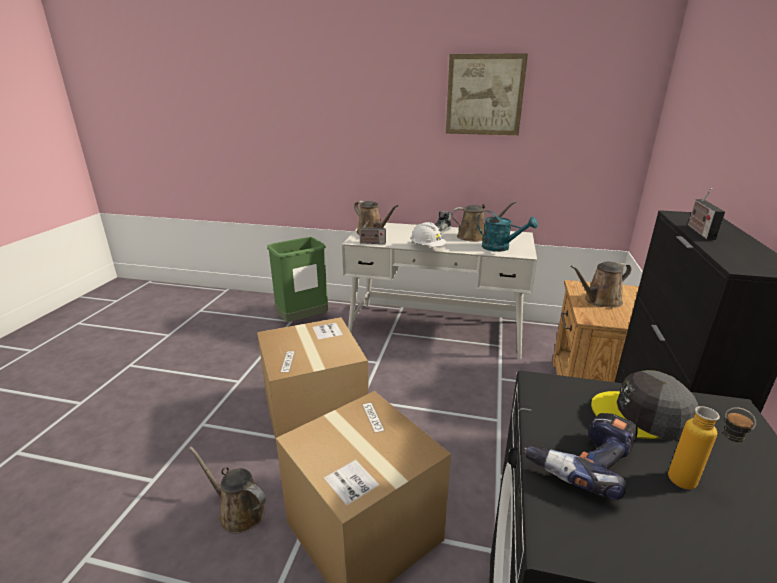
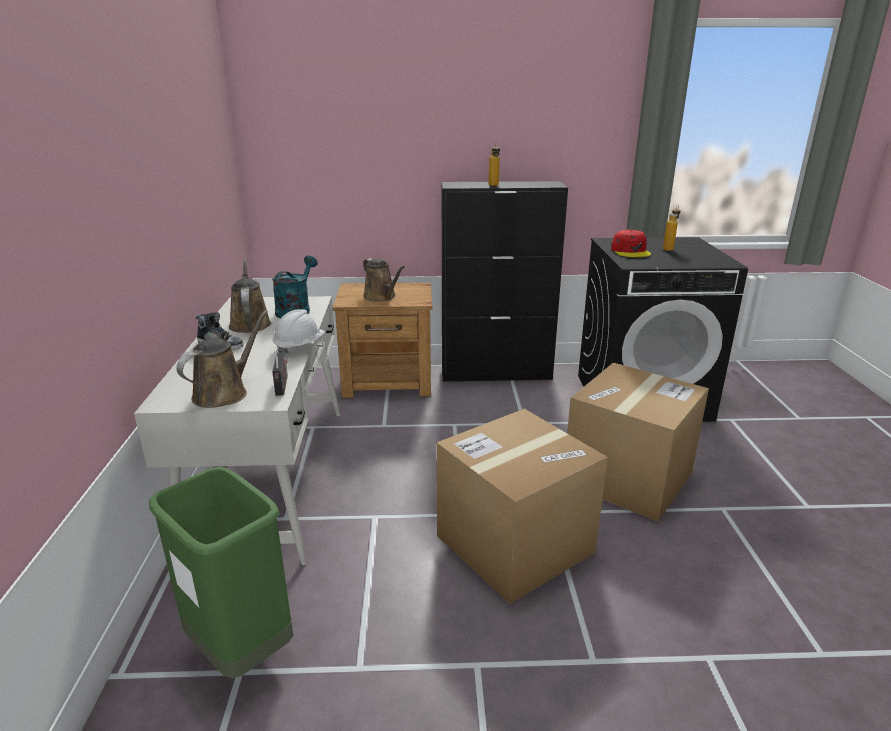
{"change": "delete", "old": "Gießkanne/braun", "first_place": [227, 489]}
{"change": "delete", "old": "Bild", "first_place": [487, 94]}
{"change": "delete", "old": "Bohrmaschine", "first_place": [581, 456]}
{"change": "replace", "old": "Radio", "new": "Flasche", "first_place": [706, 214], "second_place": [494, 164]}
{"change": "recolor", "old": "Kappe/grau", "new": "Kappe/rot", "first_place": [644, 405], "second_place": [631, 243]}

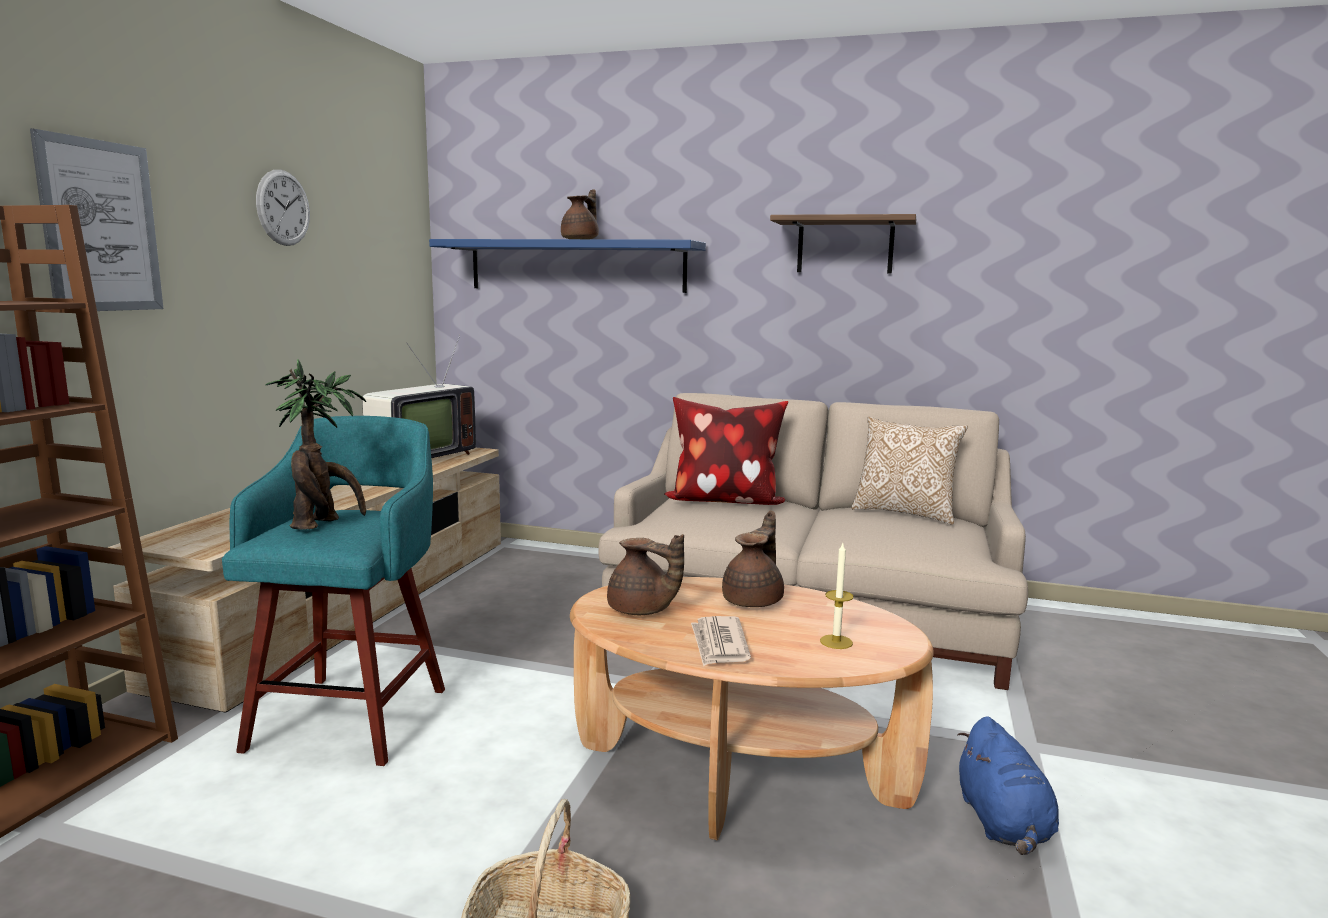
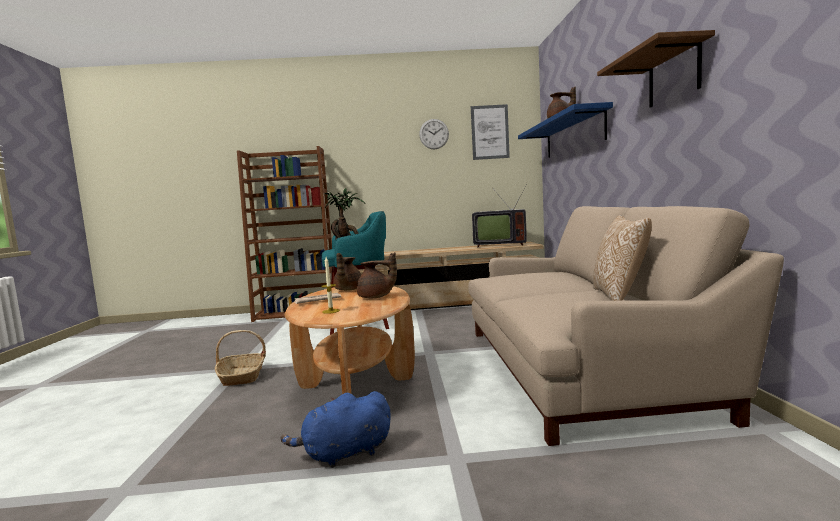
{"change": "delete", "old": "Kissen", "first_place": [726, 451]}
{"change": "move", "old": "Bild", "first_place": [96, 219], "second_place": [490, 132]}

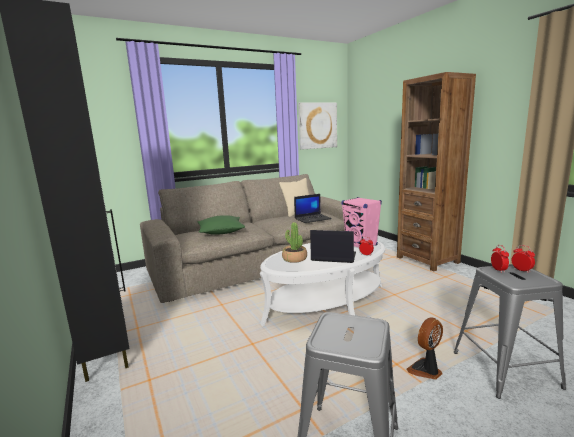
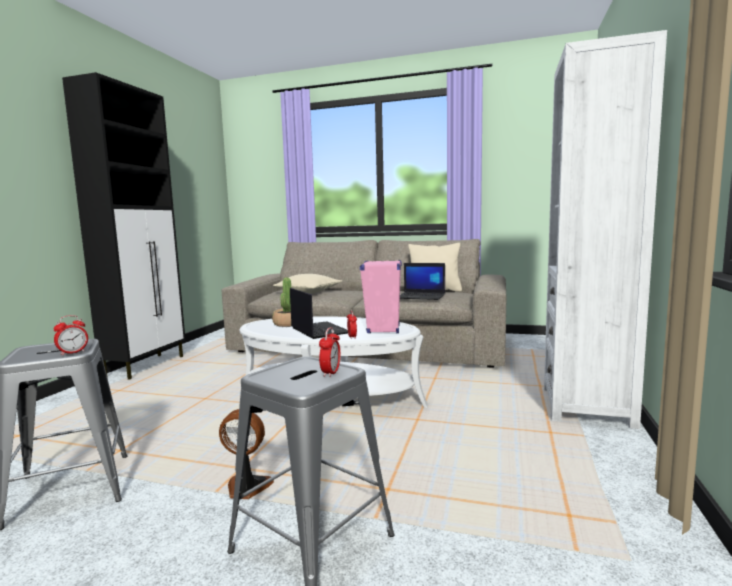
{"change": "delete", "old": "Bild", "first_place": [317, 126]}
{"change": "move", "old": "Wecker", "first_place": [500, 259], "second_place": [70, 335]}
{"change": "recolor", "old": "Kissen/grün", "new": "Kissen/beige", "first_place": [221, 225], "second_place": [307, 284]}
{"change": "recolor", "old": "Bücherregal/braun", "new": "Bücherregal/weiß", "first_place": [436, 171], "second_place": [605, 229]}

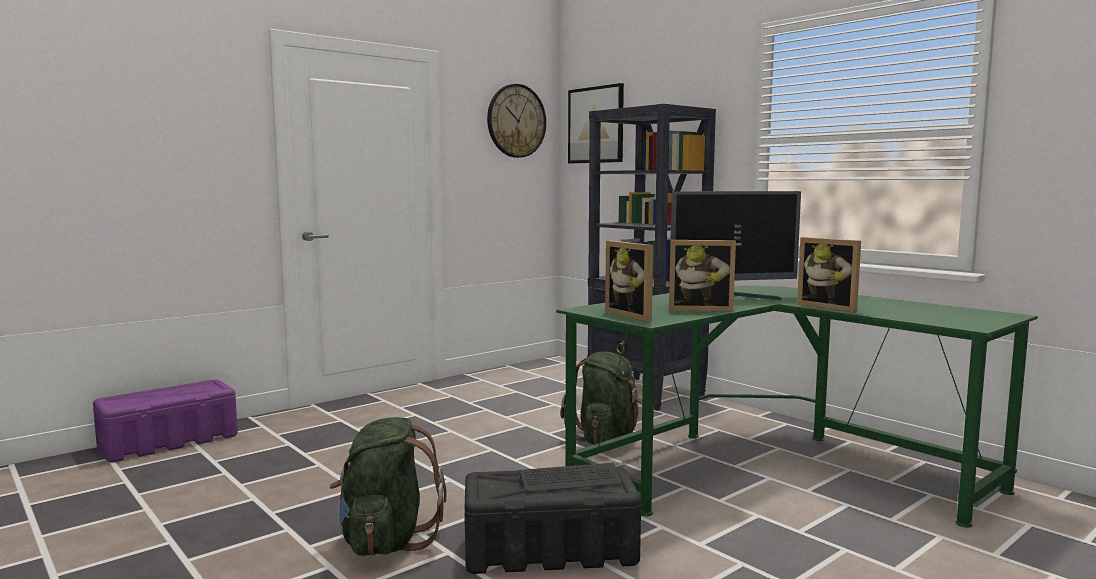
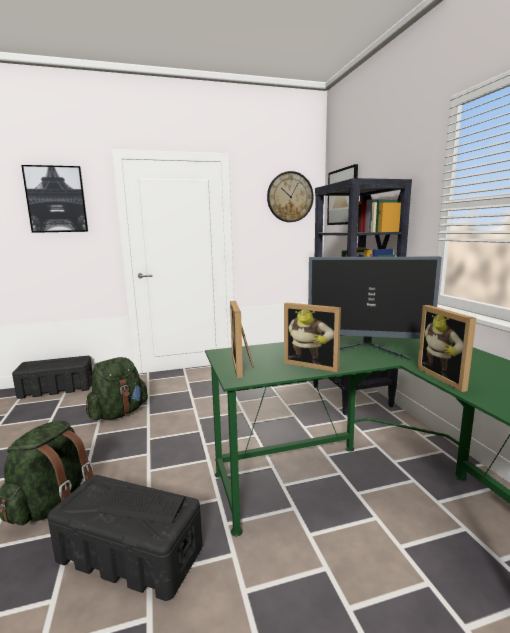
{"change": "insert", "new": "Bild", "second_place": [54, 199]}
{"change": "move", "old": "Rucksack/grün", "first_place": [601, 398], "second_place": [117, 388]}
{"change": "recolor", "old": "Aufbewahrungsbox/lila", "new": "Aufbewahrungsbox/schwarz", "first_place": [165, 420], "second_place": [52, 377]}

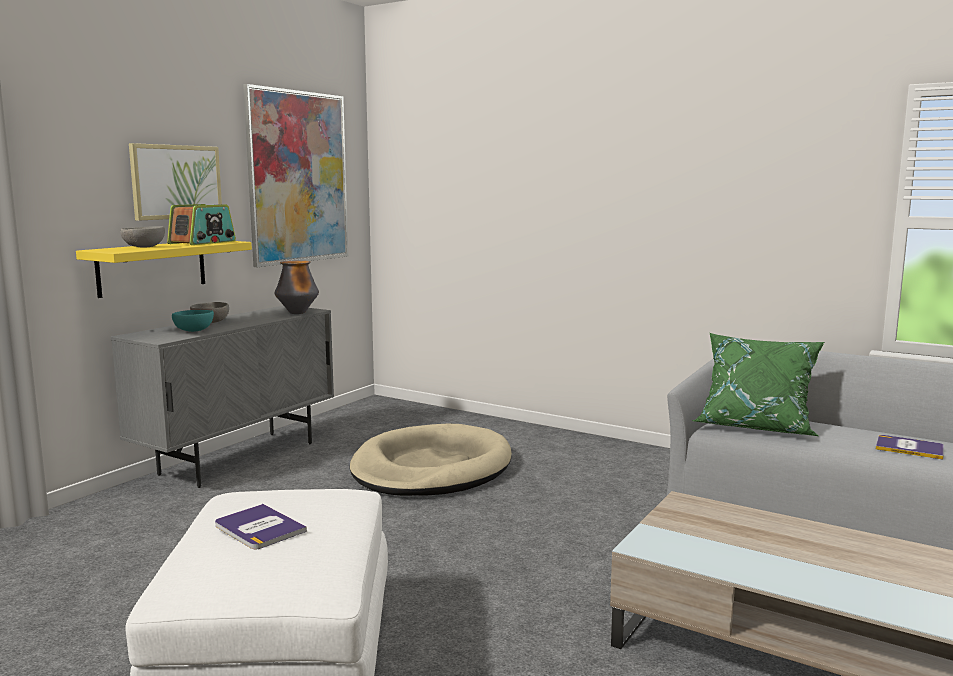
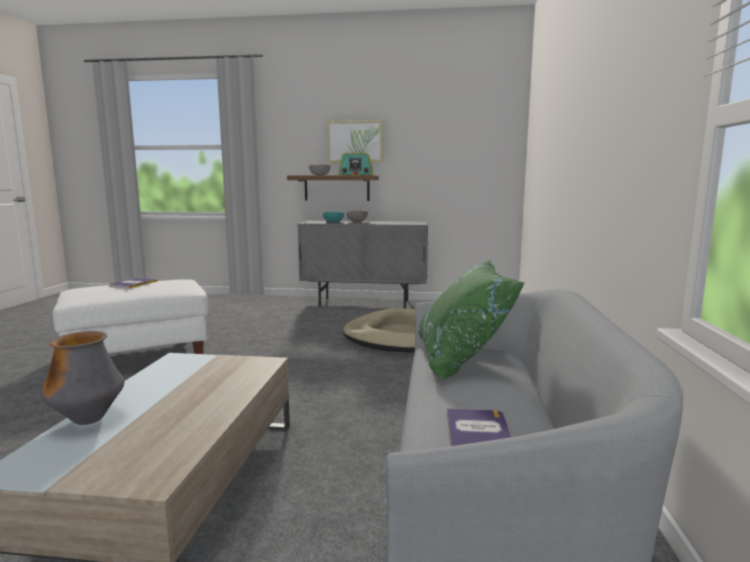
{"change": "delete", "old": "Bild", "first_place": [295, 175]}
{"change": "move", "old": "Vase", "first_place": [297, 287], "second_place": [83, 378]}
{"change": "recolor", "old": "Wandregal/gelb", "new": "Wandregal/braun", "first_place": [164, 269], "second_place": [333, 188]}

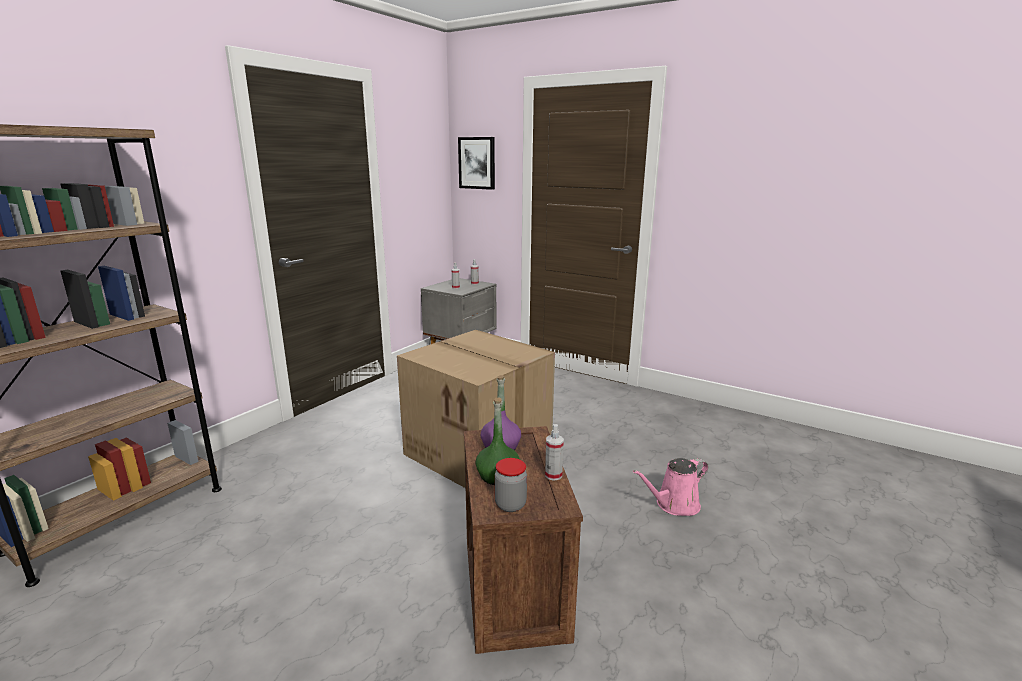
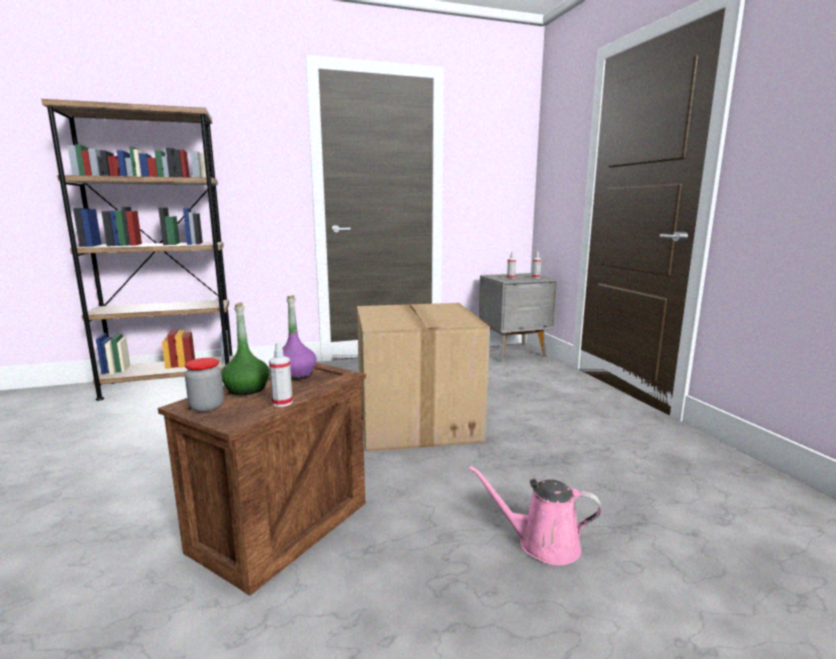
{"change": "delete", "old": "Bild", "first_place": [476, 163]}

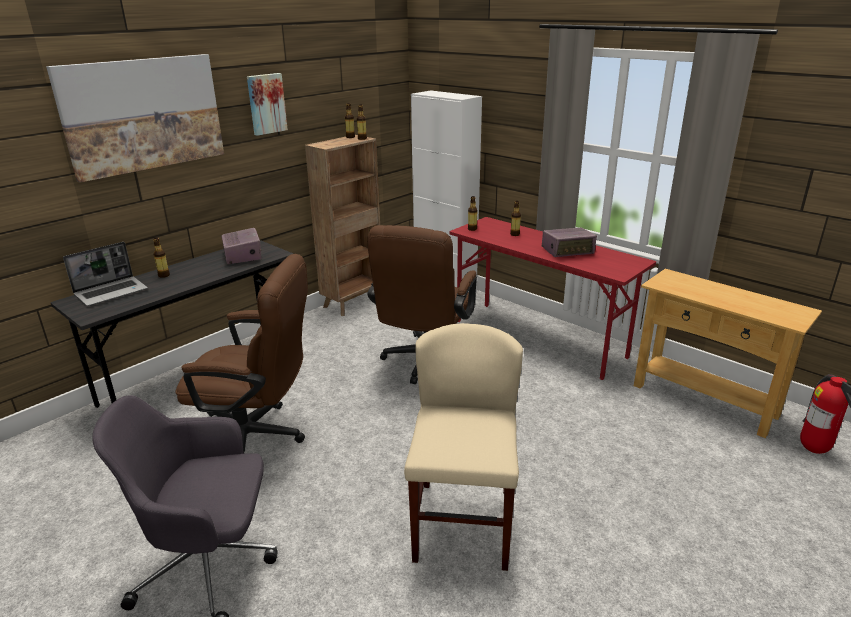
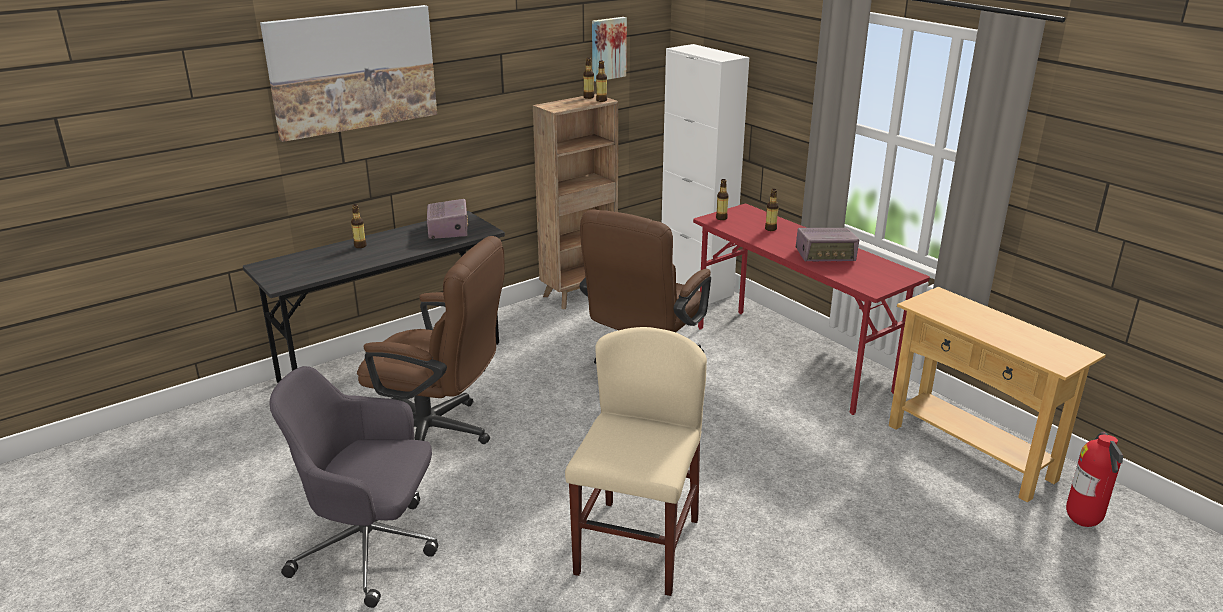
{"change": "delete", "old": "Laptop", "first_place": [105, 274]}
{"change": "move", "old": "Bild", "first_place": [267, 104], "second_place": [609, 49]}

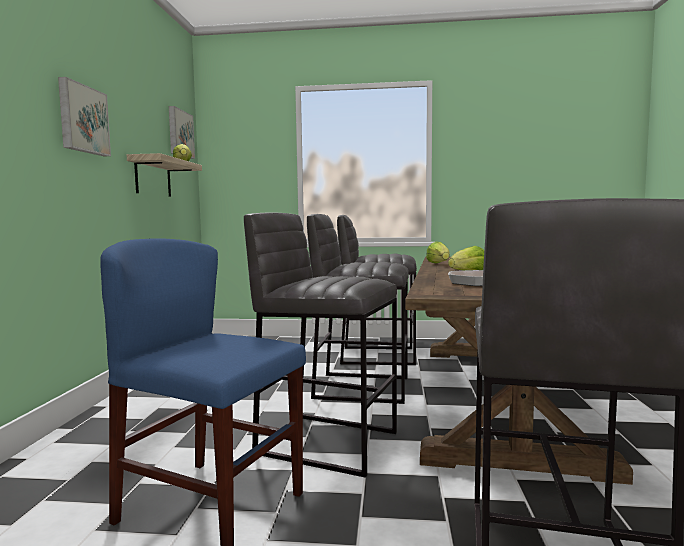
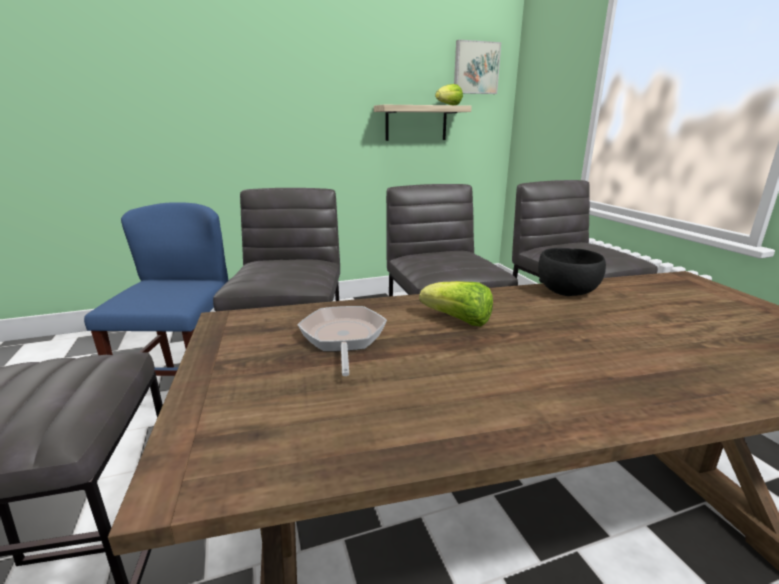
{"change": "delete", "old": "Bild", "first_place": [84, 116]}
{"change": "replace", "old": "Salatkopf", "new": "Schüssel/schwarz", "first_place": [438, 252], "second_place": [572, 272]}

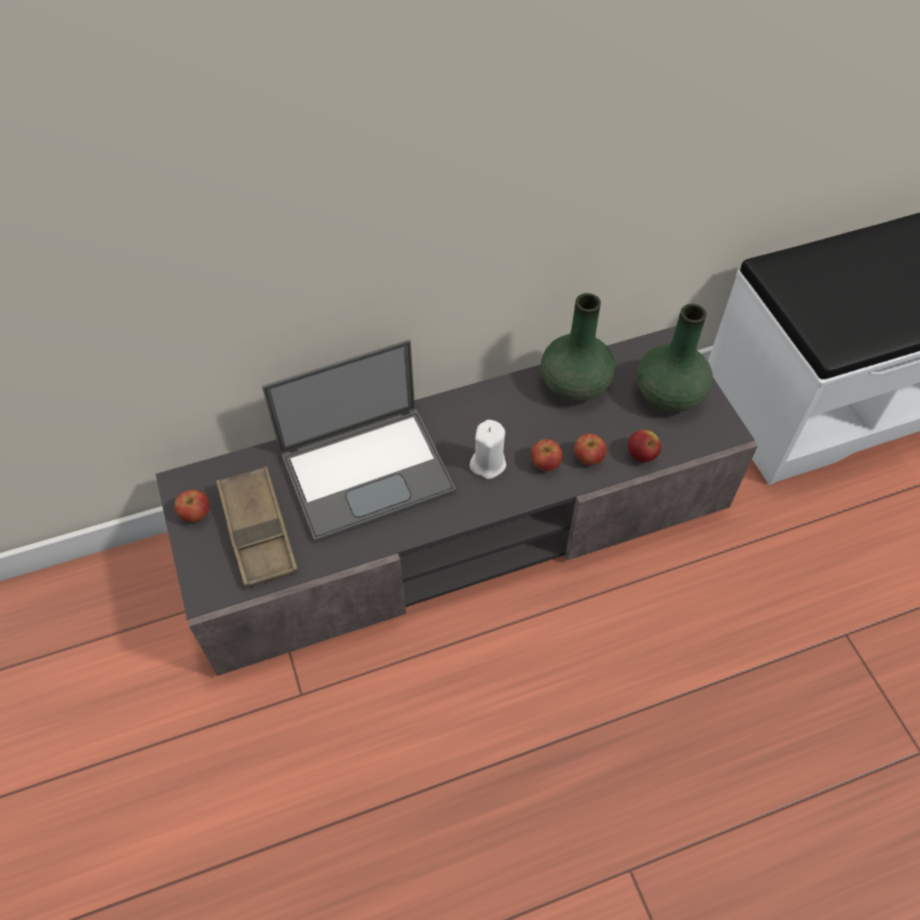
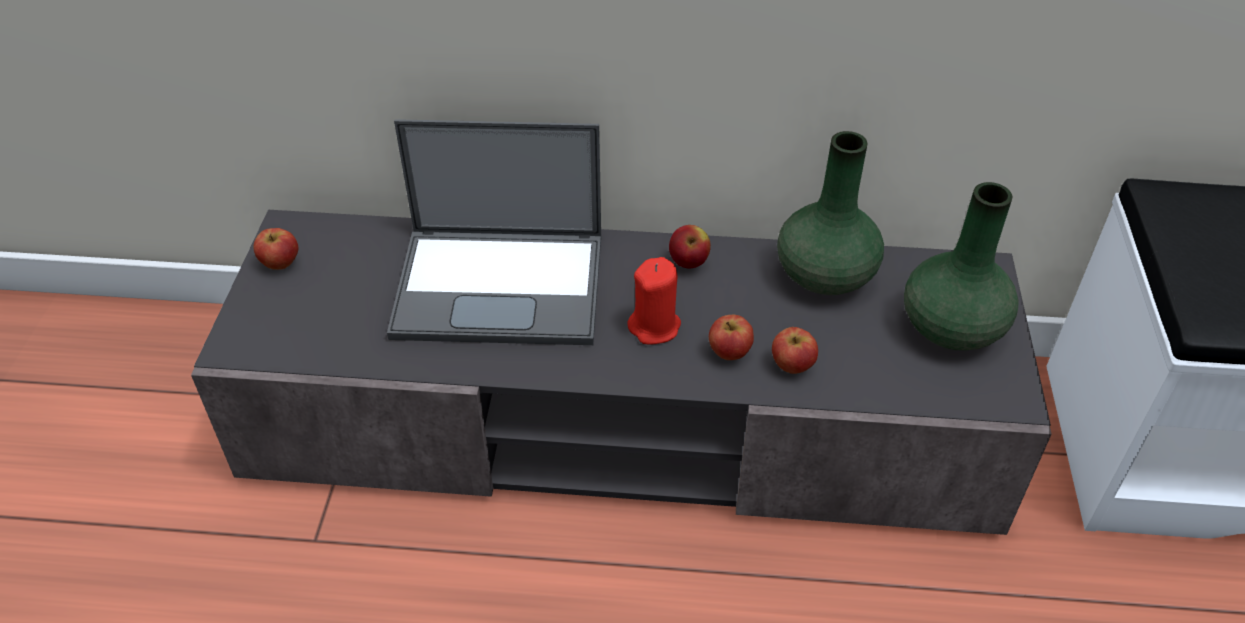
{"change": "delete", "old": "Tablett/braun", "first_place": [257, 527]}
{"change": "move", "old": "Apfel", "first_place": [644, 445], "second_place": [690, 246]}
{"change": "recolor", "old": "Kerze/weiß", "new": "Kerze/rot", "first_place": [488, 449], "second_place": [654, 301]}

